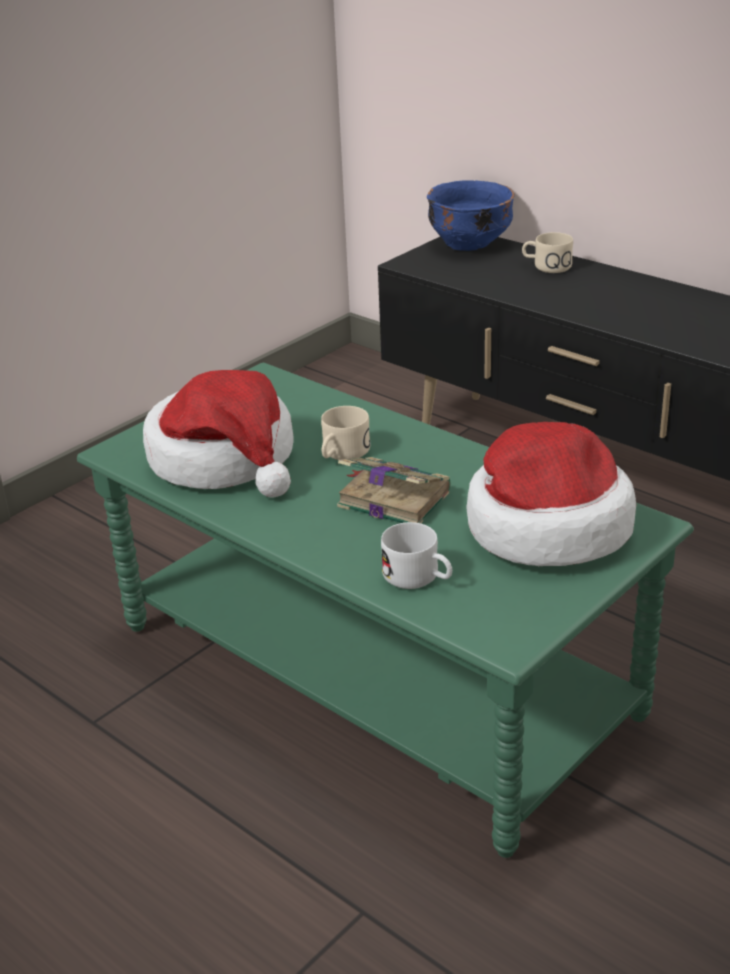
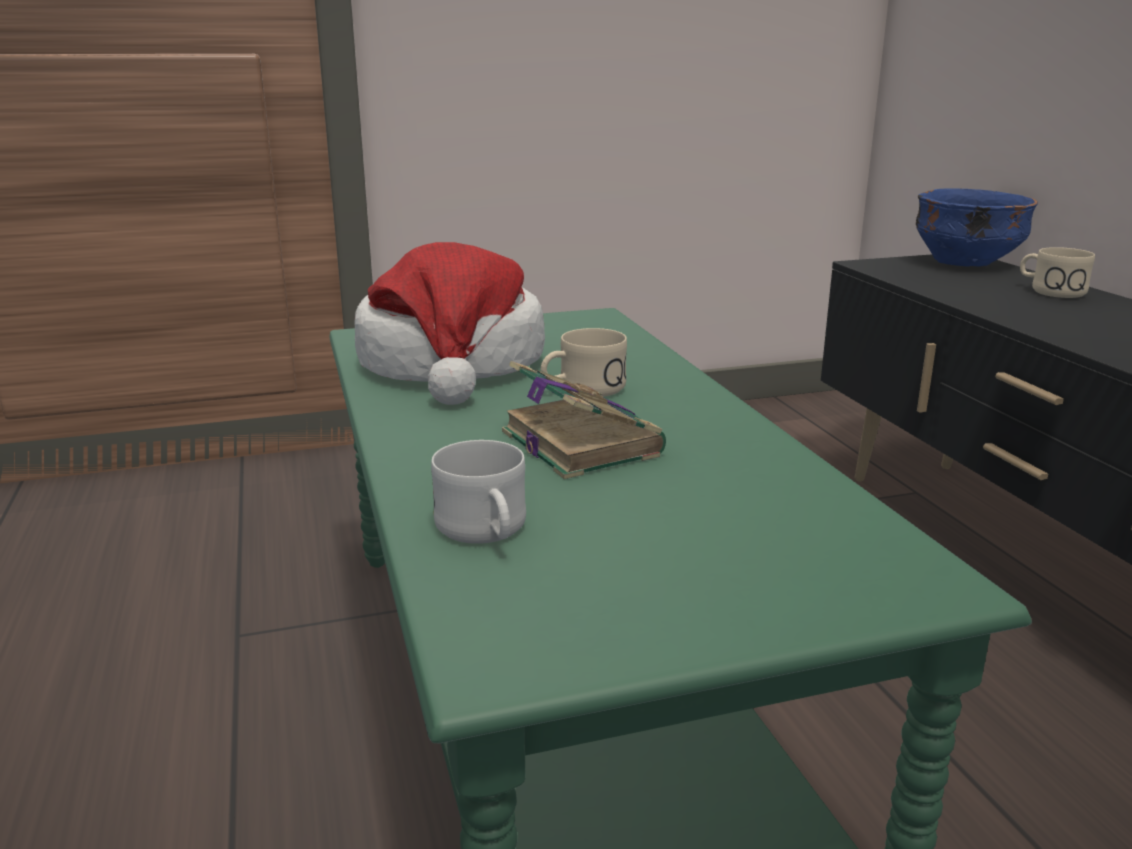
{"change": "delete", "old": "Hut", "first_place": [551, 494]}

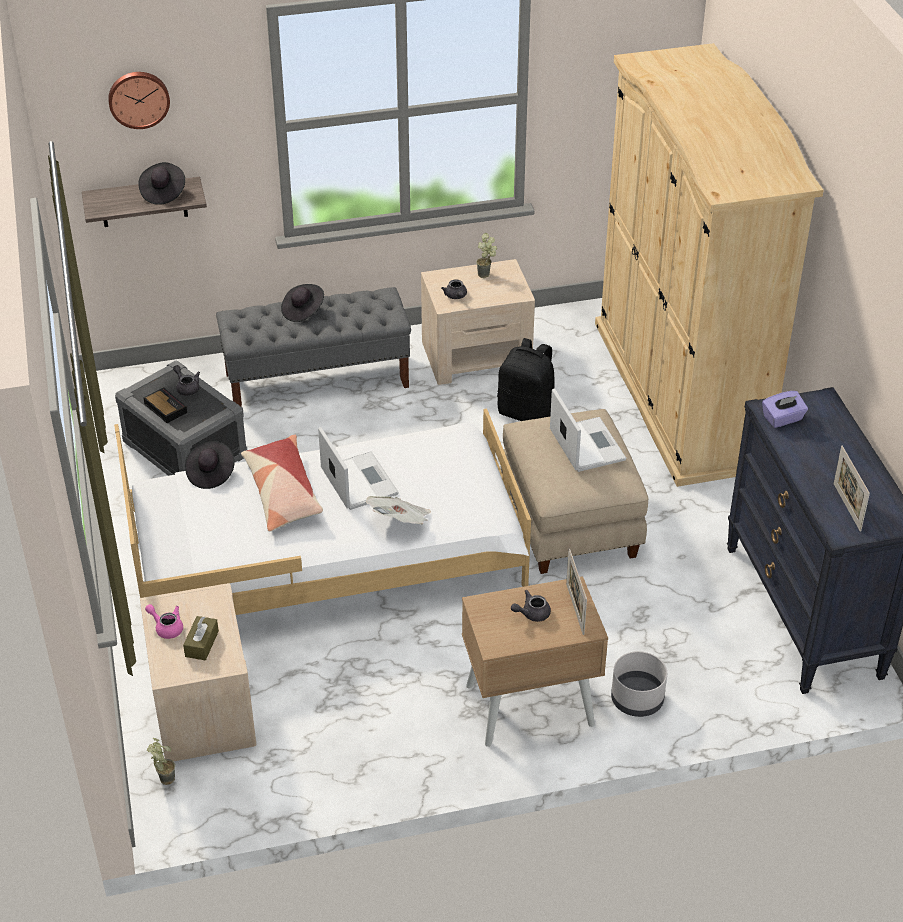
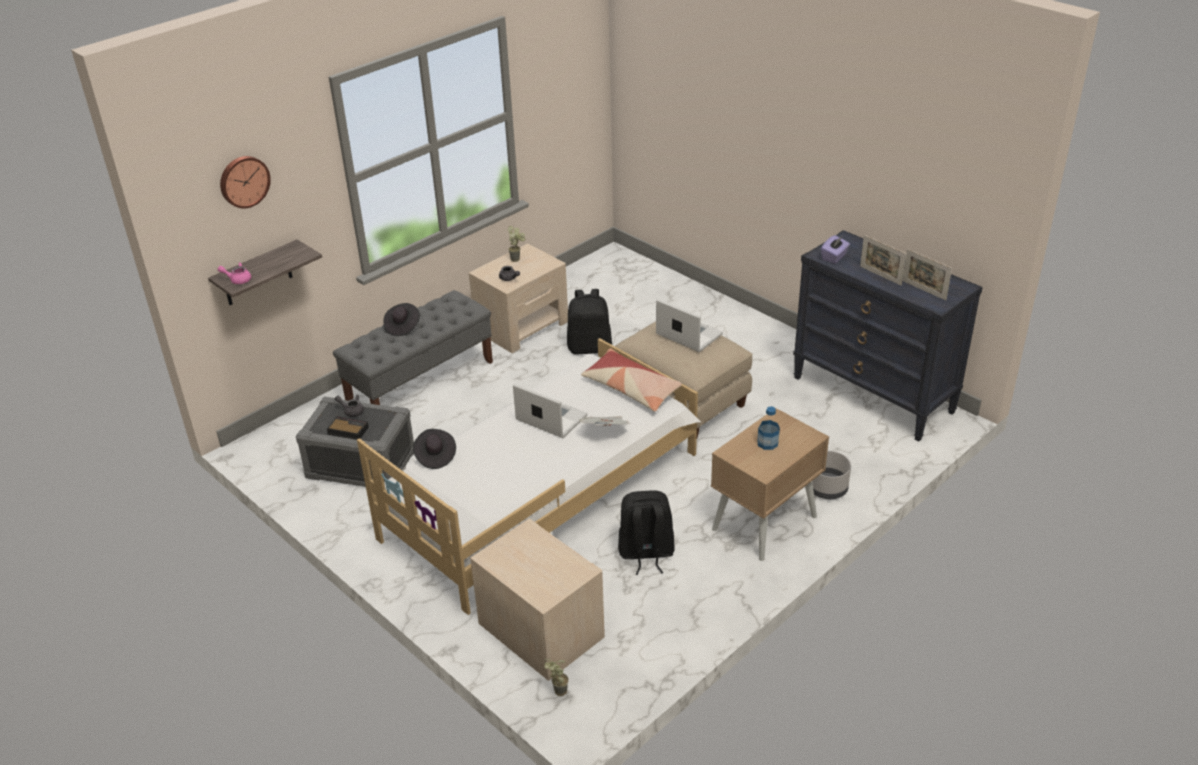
{"change": "delete", "old": "Hut/schwarz", "first_place": [161, 183]}
{"change": "delete", "old": "Taschentuchbox/braun", "first_place": [201, 638]}
{"change": "delete", "old": "Kleiderschrank/beige", "first_place": [709, 265]}
{"change": "insert", "new": "Rucksack/schwarz", "second_place": [646, 532]}
{"change": "move", "old": "Teekanne/rosa", "first_place": [164, 621], "second_place": [234, 273]}
{"change": "move", "old": "Kissen", "first_place": [282, 483], "second_place": [631, 380]}
{"change": "move", "old": "Bilderrahmen", "first_place": [576, 591], "second_place": [883, 260]}
{"change": "replace", "old": "Teekanne/grau", "new": "Flasche", "first_place": [531, 606], "second_place": [769, 428]}

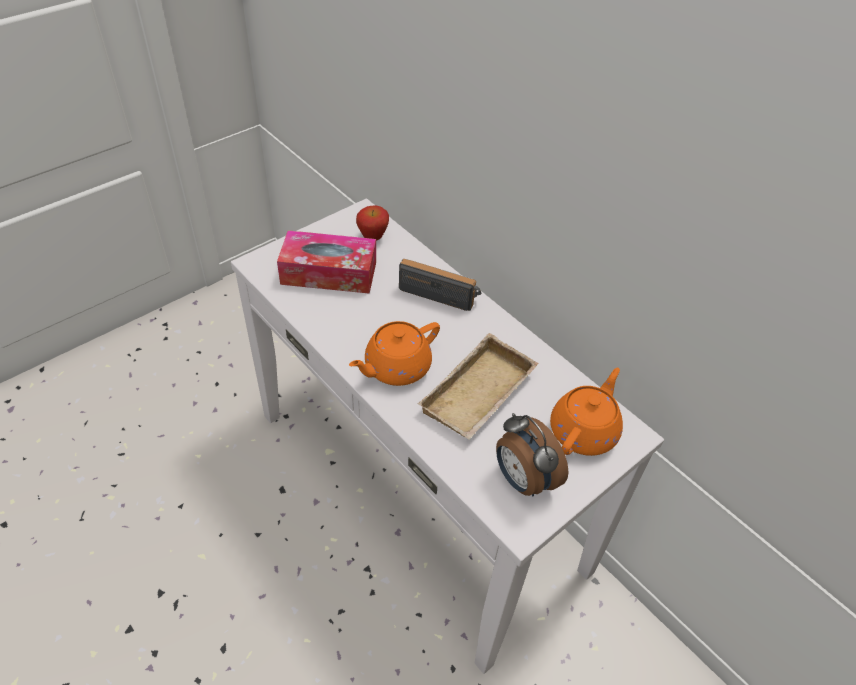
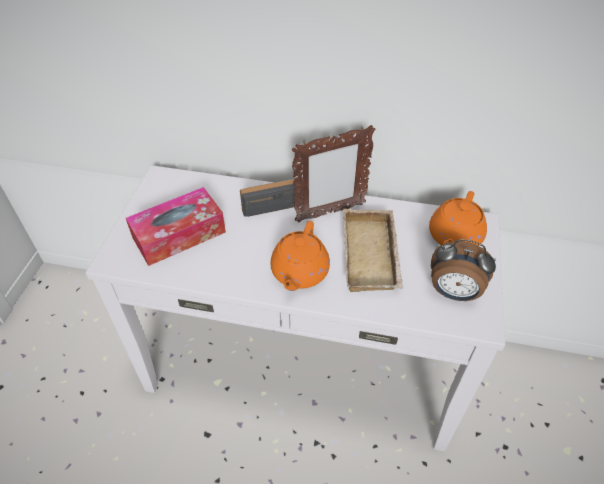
{"change": "delete", "old": "Apfel", "first_place": [372, 223]}
{"change": "insert", "new": "Bilderrahmen", "second_place": [333, 174]}
{"change": "rotate", "old": "Teekanne/orange", "first_place": [586, 412], "second_place": [458, 218], "degrees": -150}

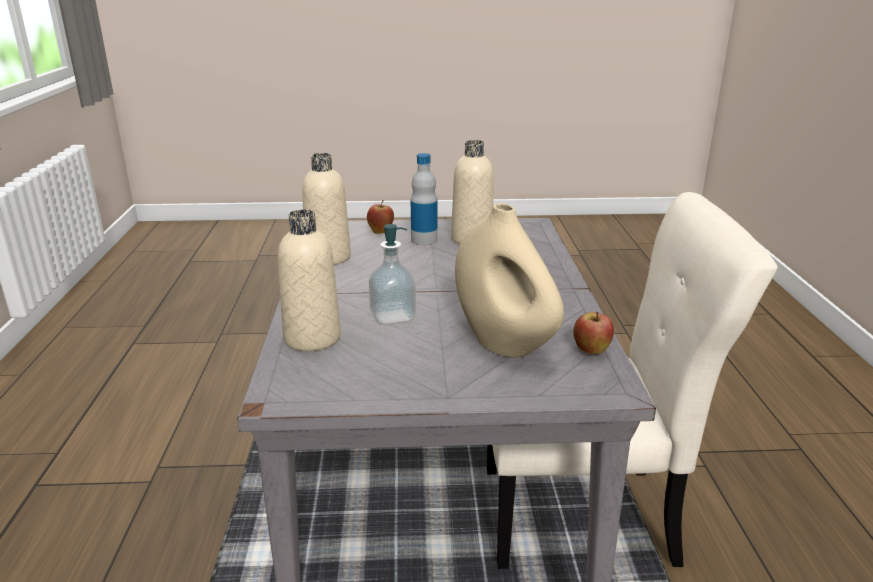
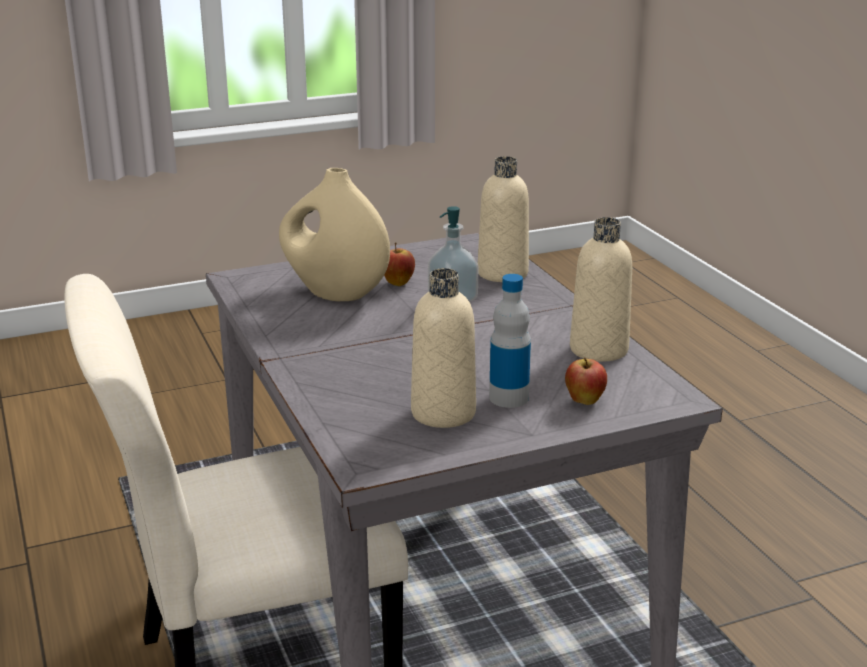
{"change": "move", "old": "Apfel", "first_place": [593, 333], "second_place": [399, 264]}

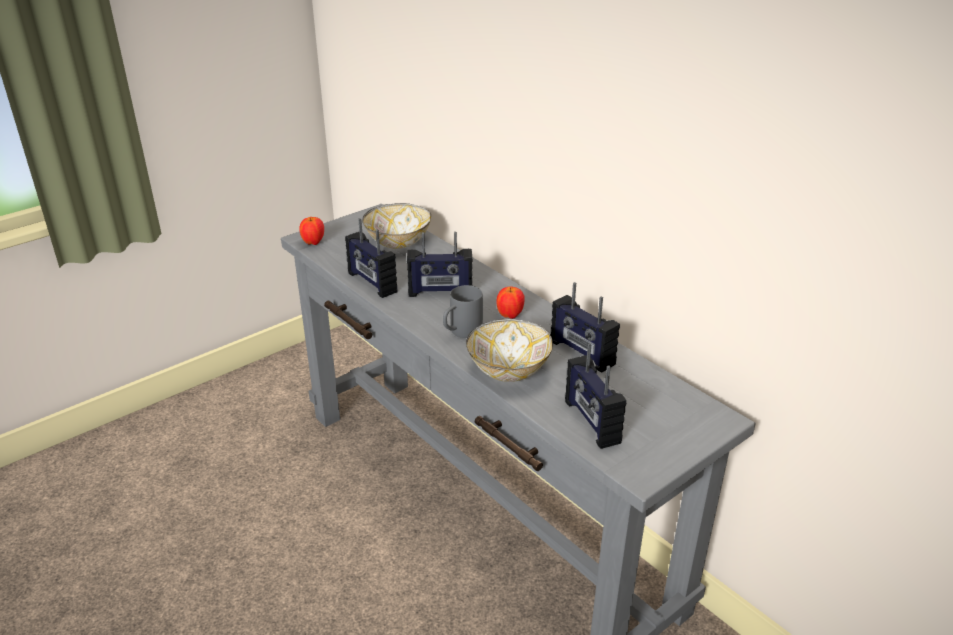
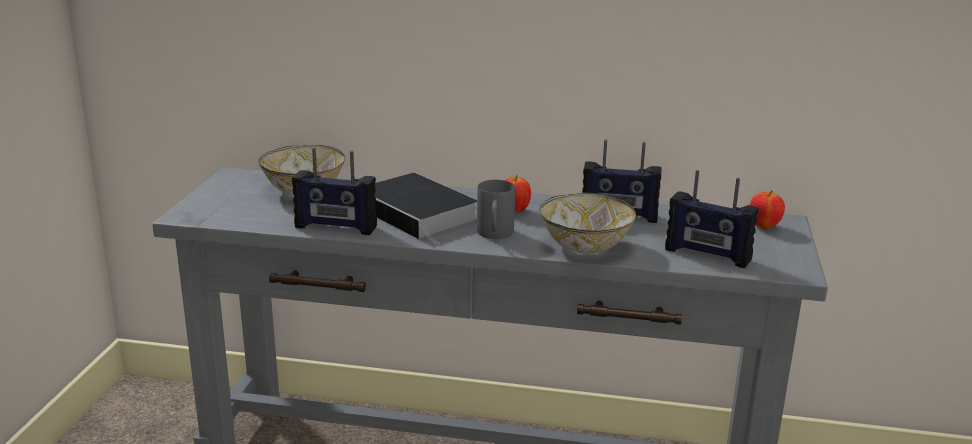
{"change": "move", "old": "Apfel", "first_place": [311, 231], "second_place": [767, 209]}
{"change": "replace", "old": "Radio", "new": "Buch", "first_place": [440, 264], "second_place": [426, 208]}

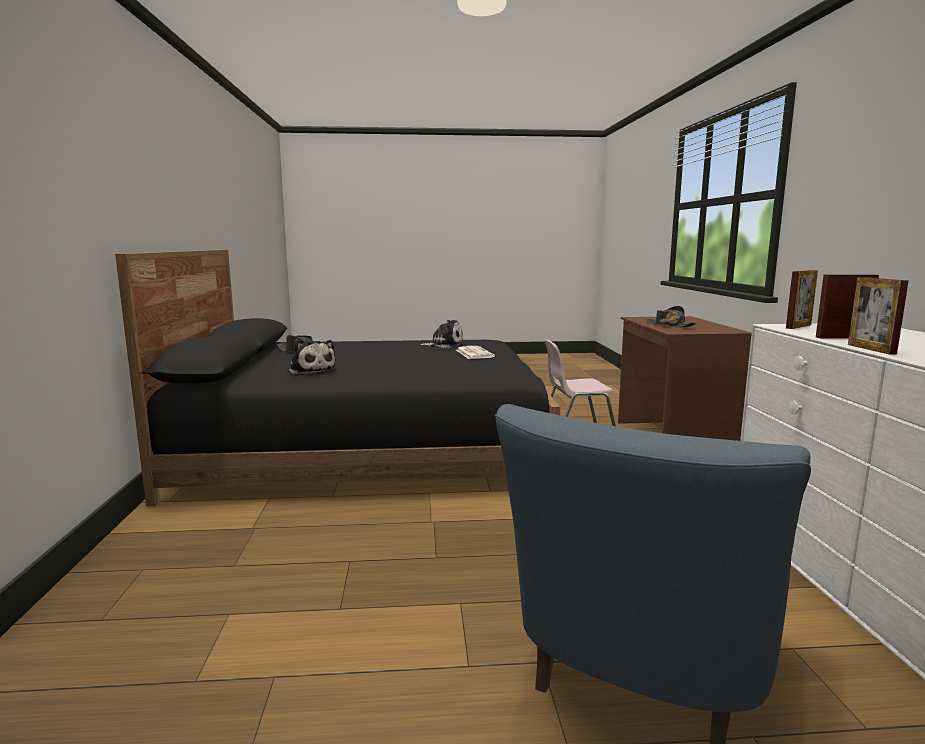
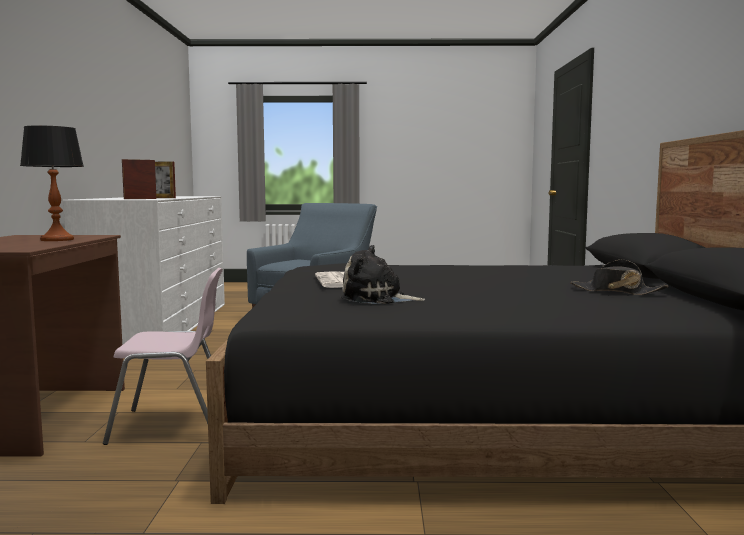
{"change": "delete", "old": "Plüschtier", "first_place": [312, 357]}
{"change": "delete", "old": "Bilderrahmen", "first_place": [878, 316]}
{"change": "replace", "old": "Hut/schwarz", "new": "Tischlampe", "first_place": [671, 317], "second_place": [52, 183]}

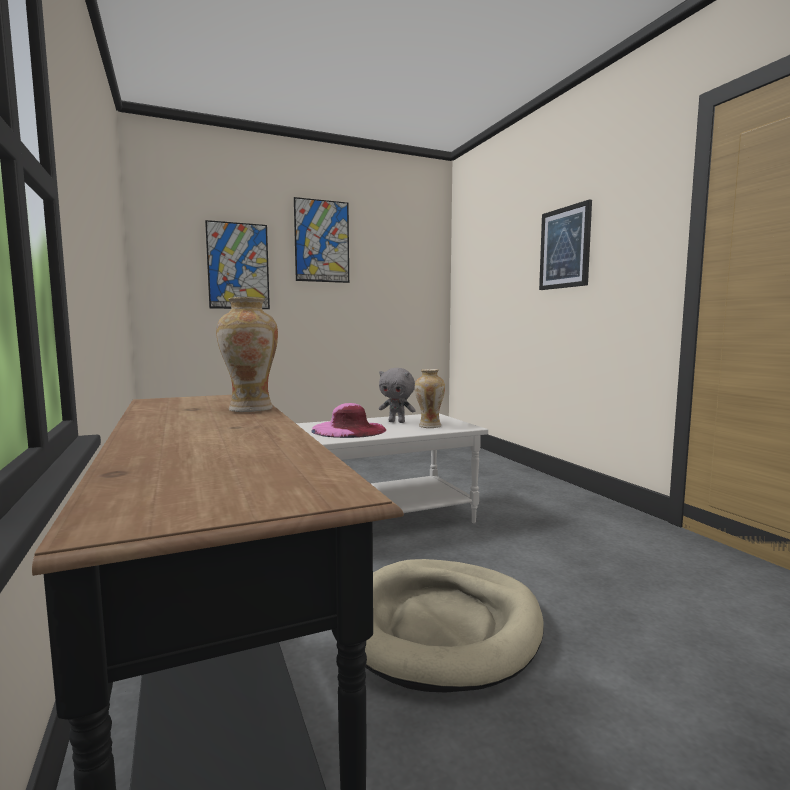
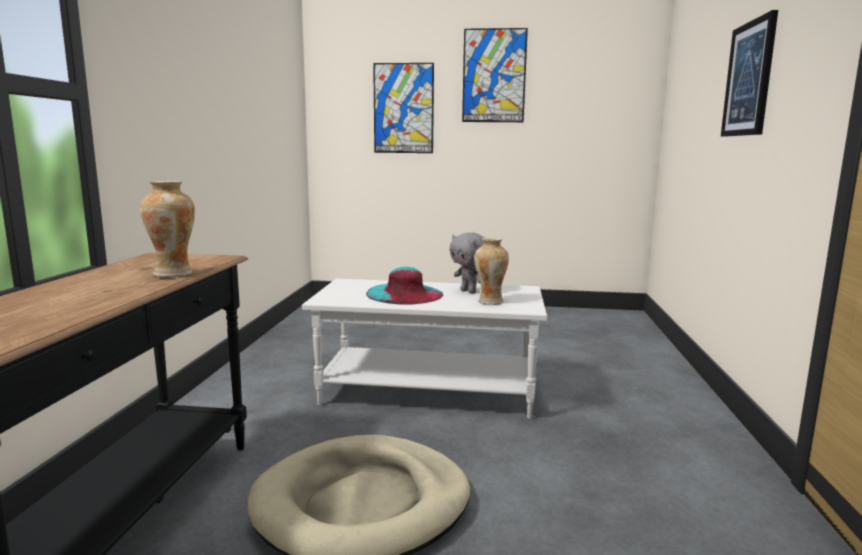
{"change": "recolor", "old": "Hut/rosa", "new": "Hut/türkis", "first_place": [348, 420], "second_place": [404, 286]}

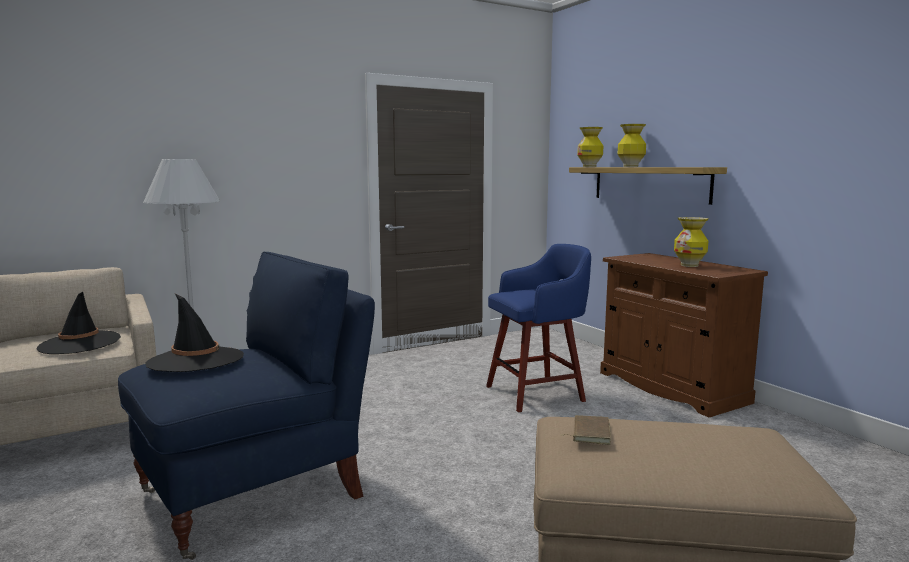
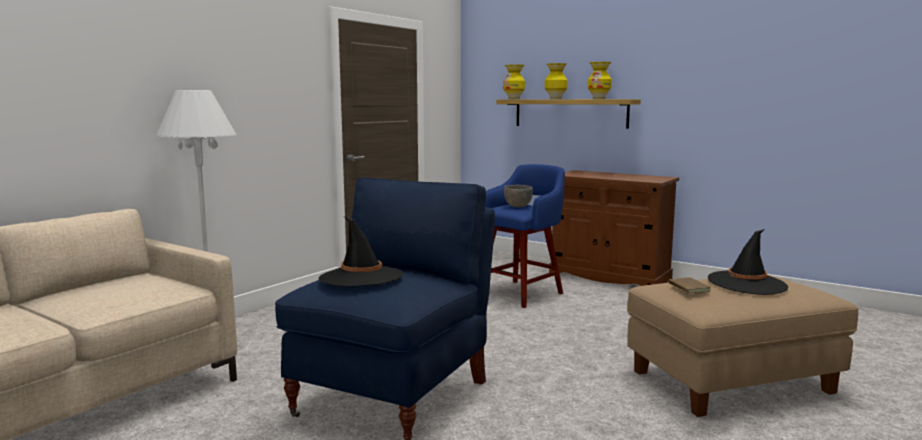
{"change": "insert", "new": "Schüssel/grau", "second_place": [518, 196]}
{"change": "move", "old": "Hut/schwarz", "first_place": [78, 323], "second_place": [748, 262]}
{"change": "move", "old": "Vase", "first_place": [691, 242], "second_place": [600, 80]}

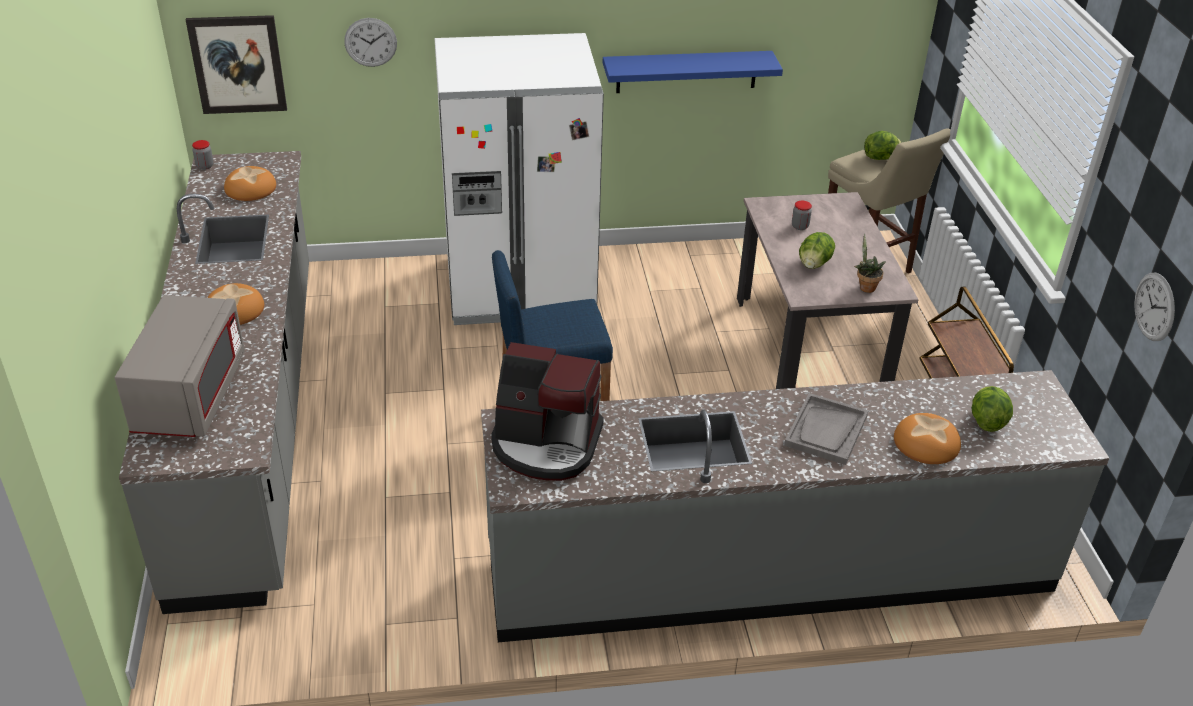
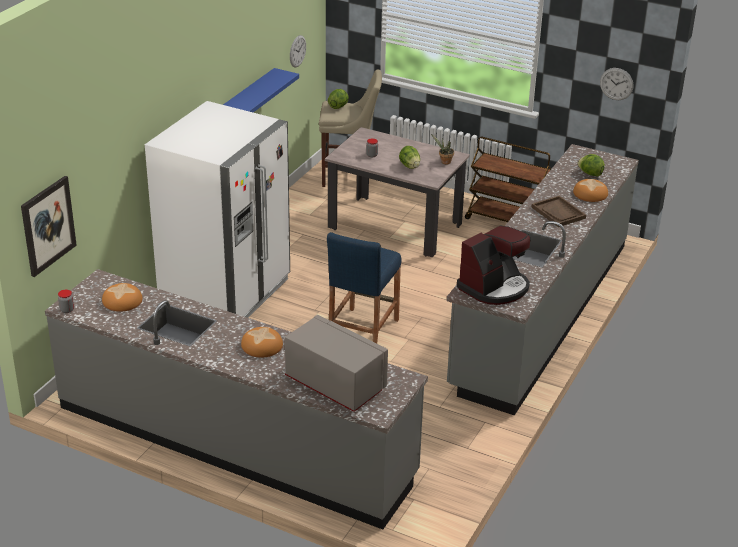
{"change": "move", "old": "Wanduhr", "first_place": [370, 42], "second_place": [298, 51]}
{"change": "recolor", "old": "Tablett/grau", "new": "Tablett/braun", "first_place": [826, 429], "second_place": [558, 211]}

